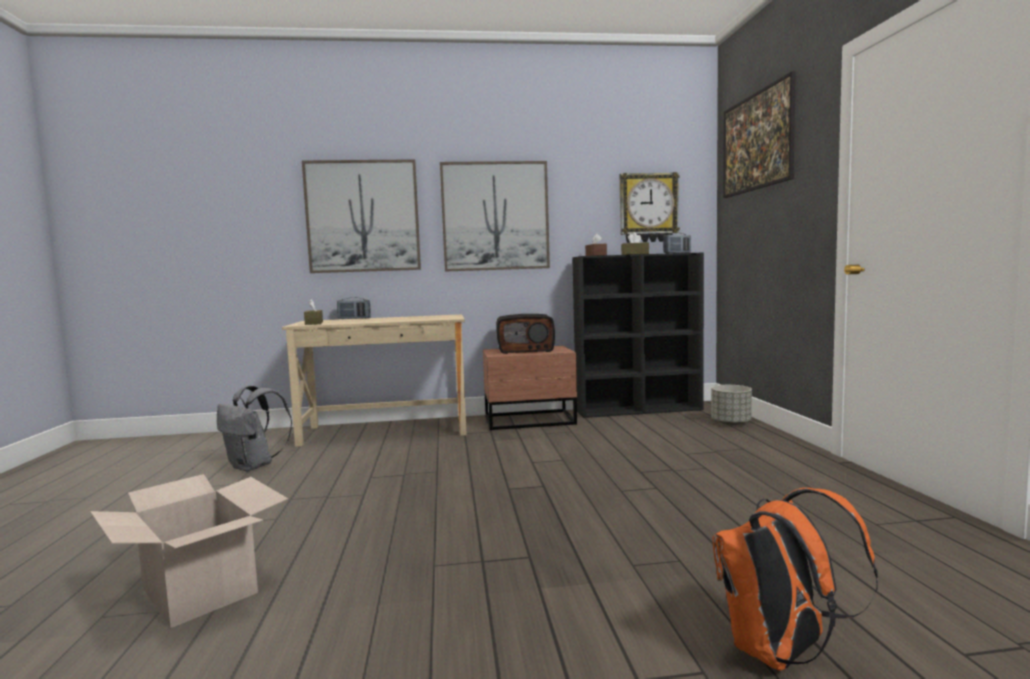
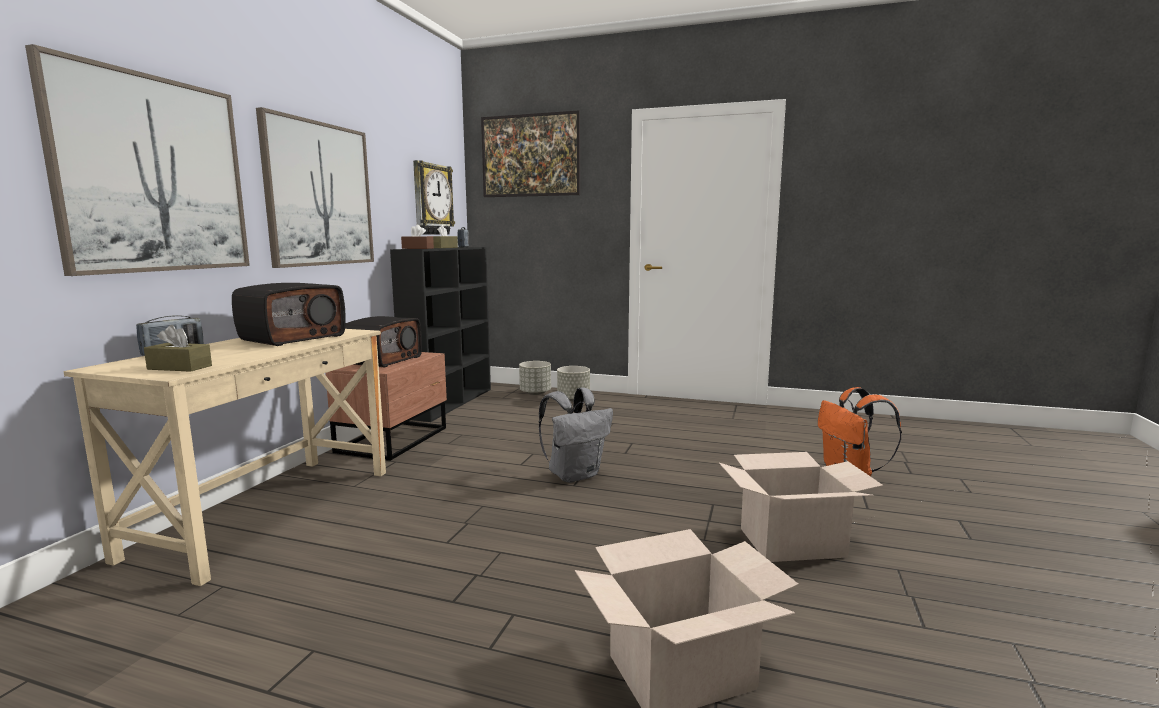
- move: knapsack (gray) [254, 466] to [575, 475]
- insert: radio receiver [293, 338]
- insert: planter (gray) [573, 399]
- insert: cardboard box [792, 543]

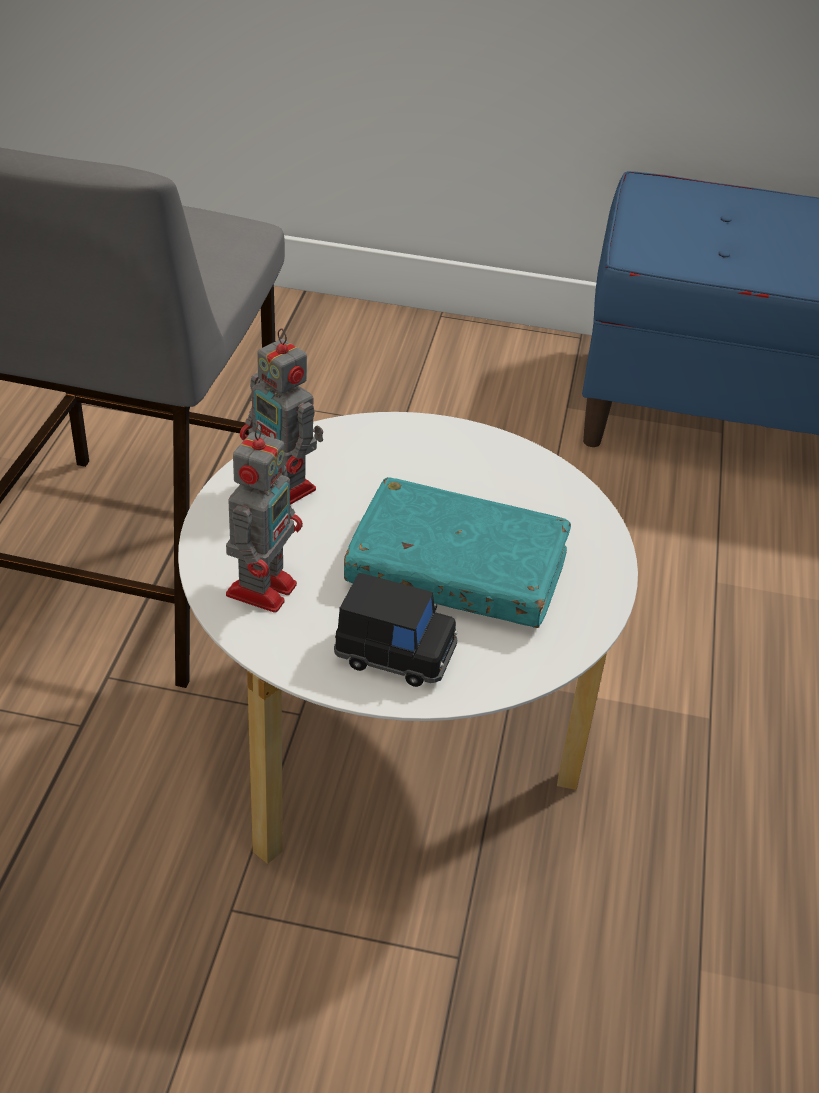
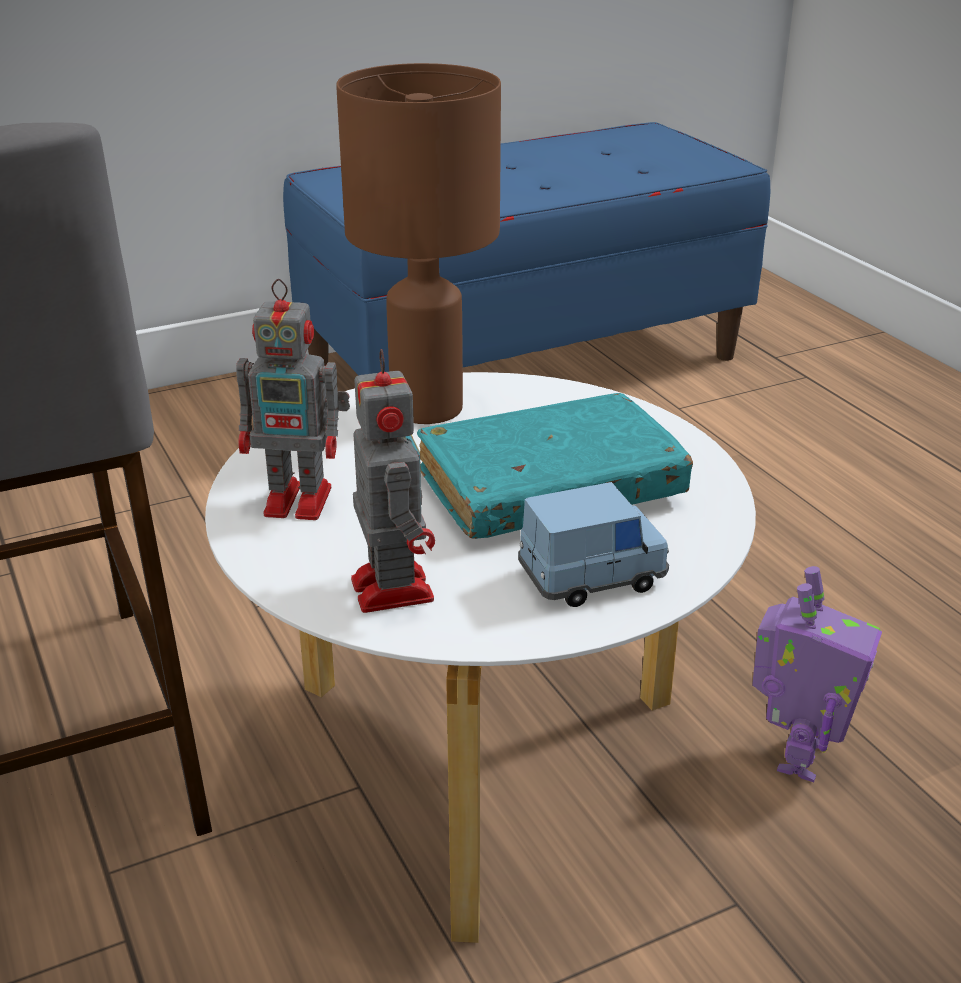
- recolor: model car (black) [395, 655] to model car (blue-coloured) [592, 577]
- insert: lamp for a table (brown-coloured) [427, 407]
- insert: robot figure [797, 757]

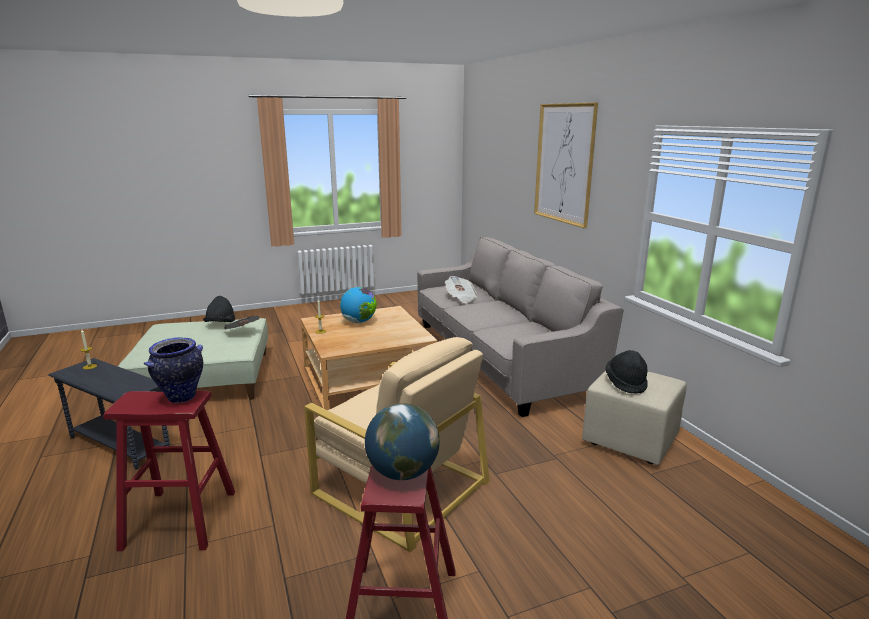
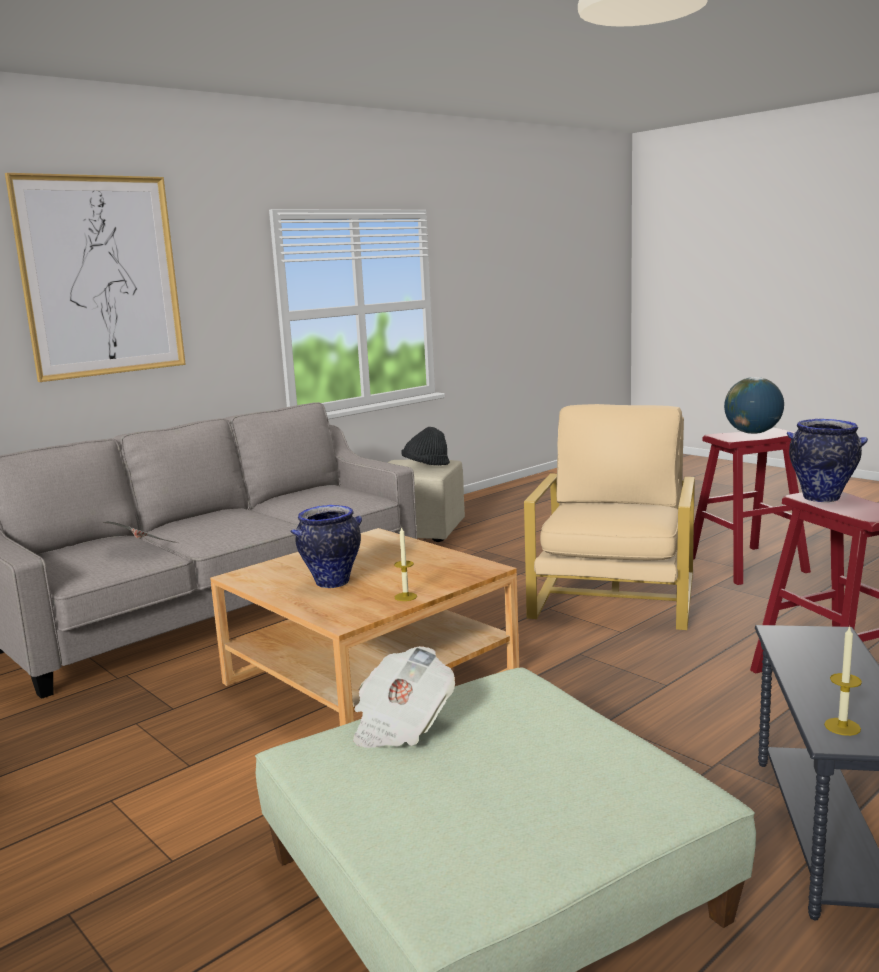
- replace: desk globe [359, 322] to decorative vase [331, 583]
- delete: wearable hat (black) [220, 324]

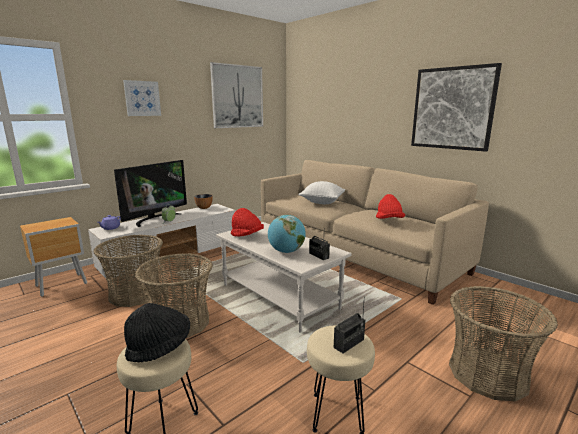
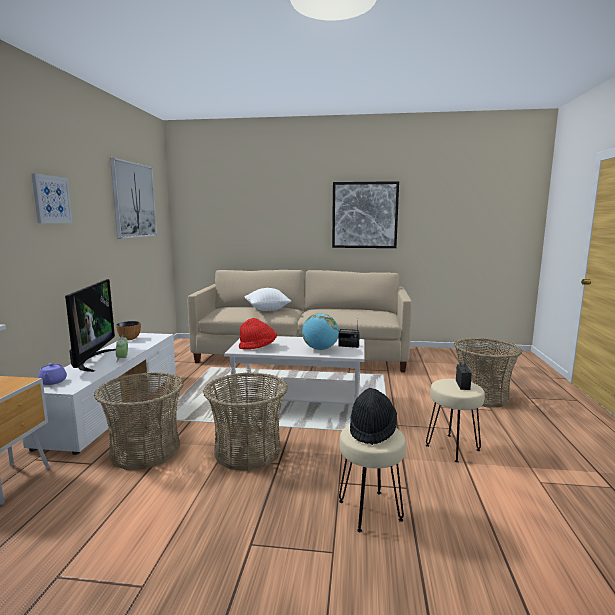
- delete: wearable hat (red) [389, 220]

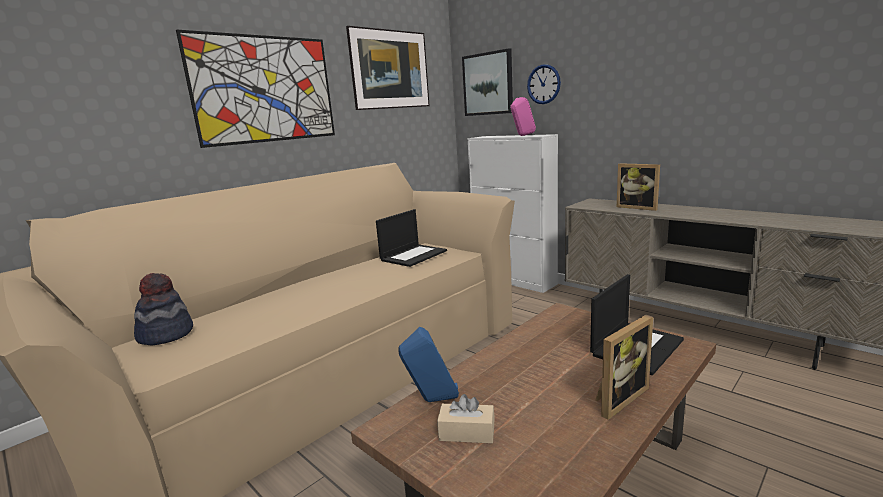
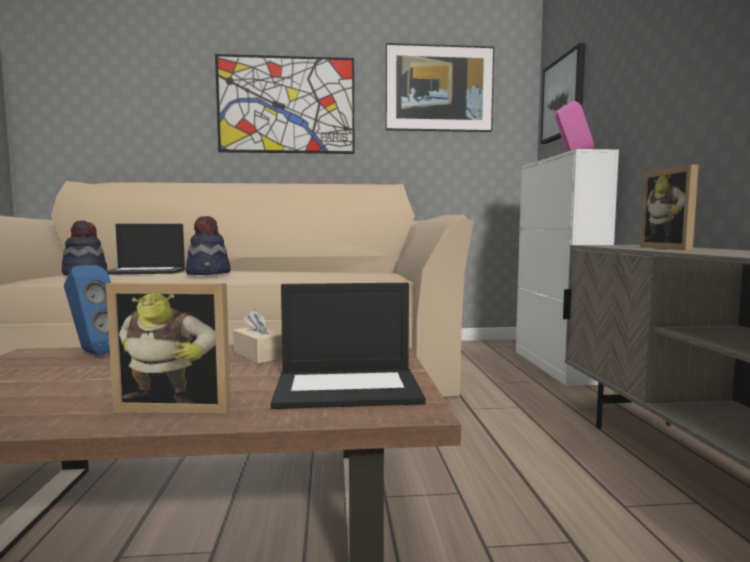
- delete: hanging clock [543, 84]
- move: laptop [413, 255] to [147, 271]
- move: tissue box (beige) [467, 432] to [258, 355]
- insert: wearable hat [209, 273]

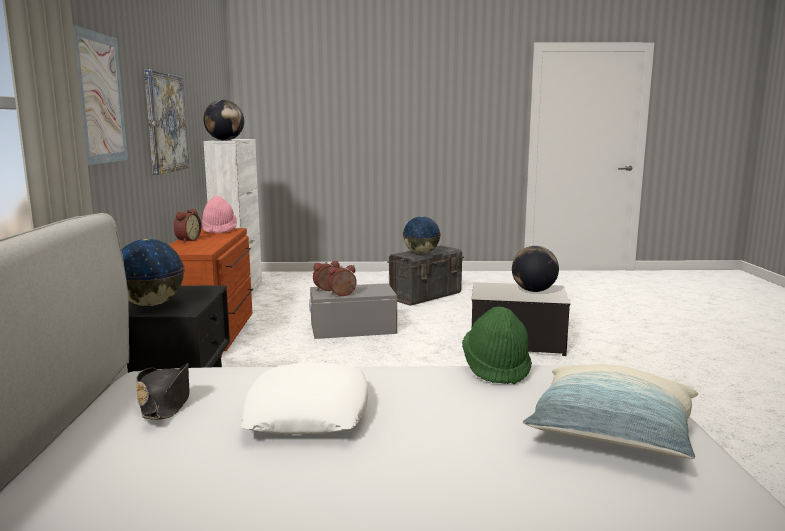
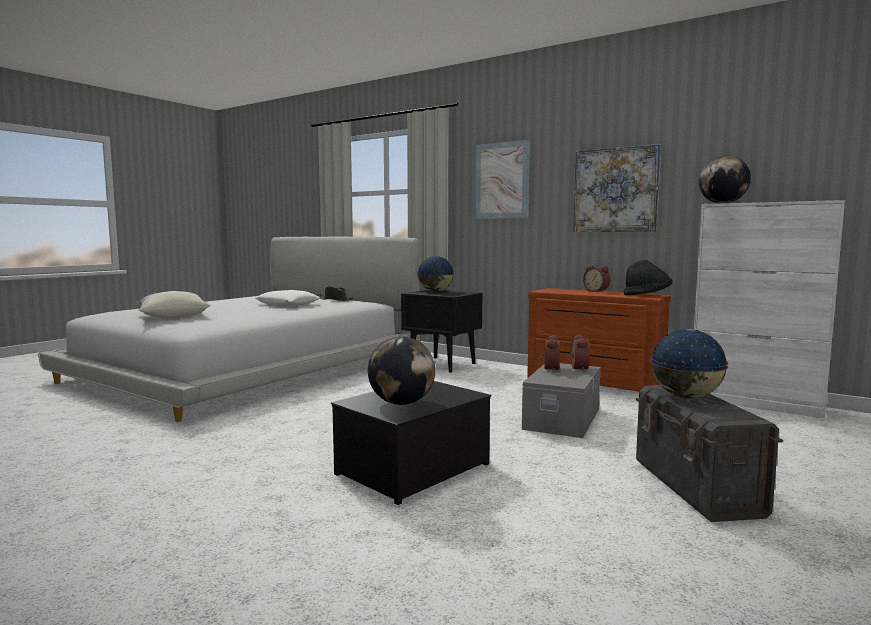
- recolor: wearable hat (pink-coloured) [219, 230] to wearable hat (black) [647, 296]
- delete: wearable hat (green-coloured) [496, 368]

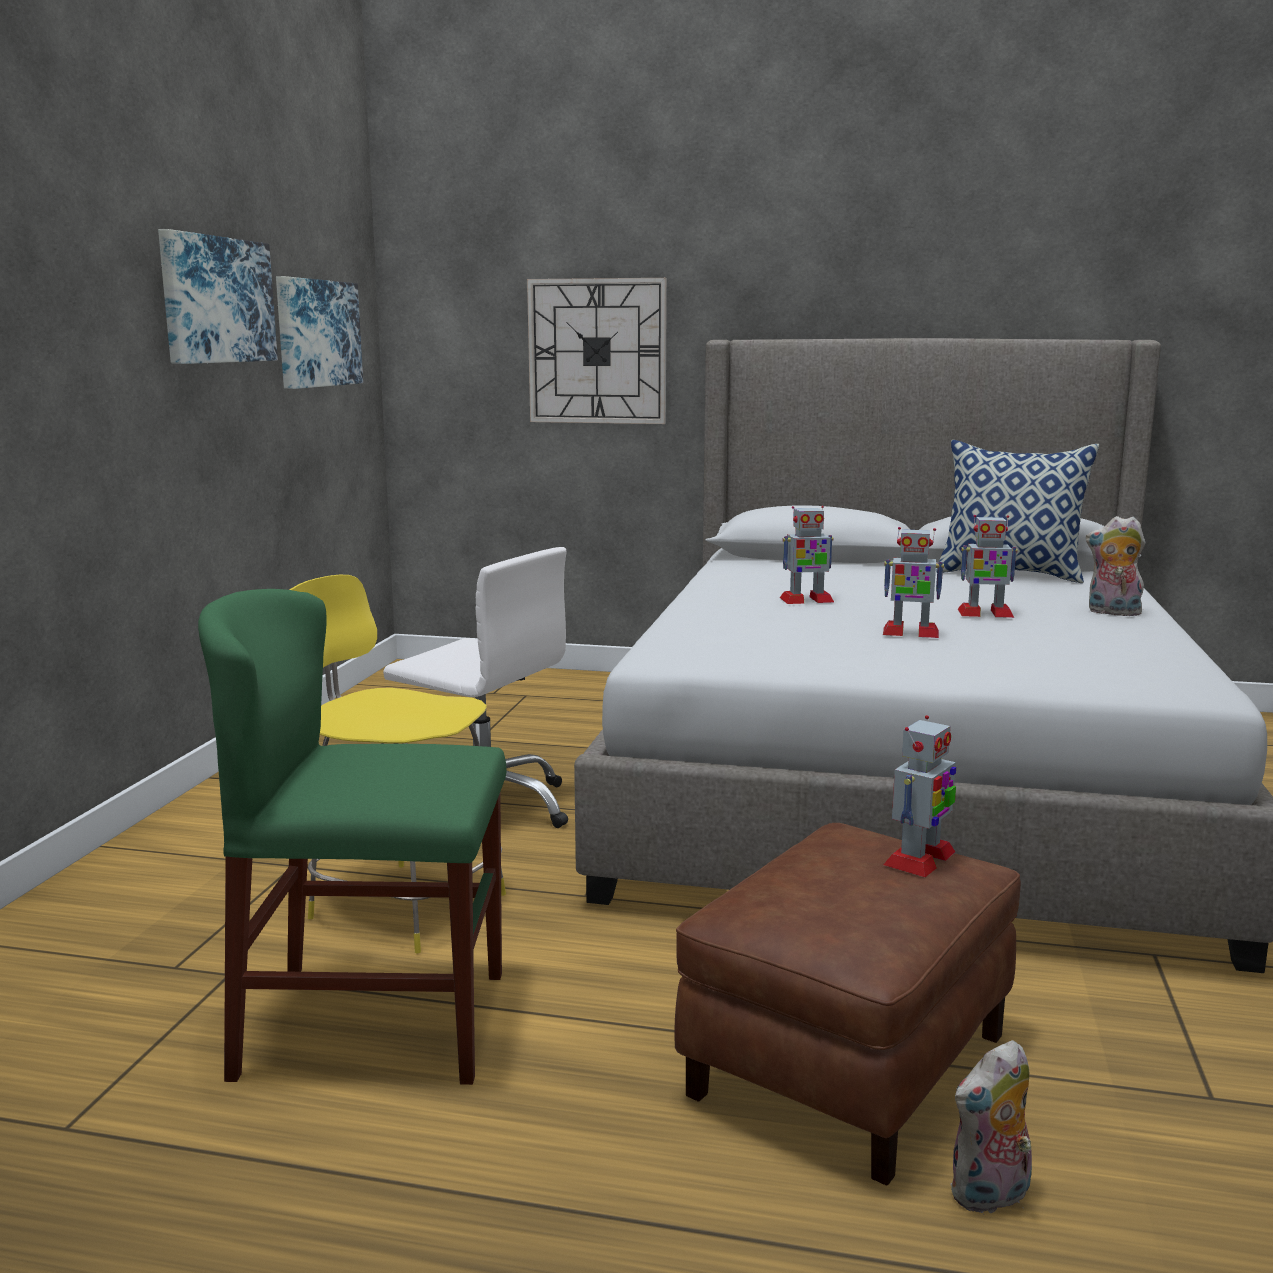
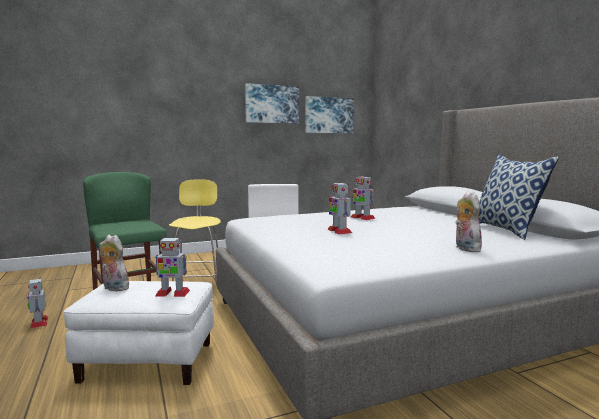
- delete: hanging clock [597, 351]
- move: robot figure [984, 613] to [39, 322]
- recolor: footrest (brown-coloured) [848, 1063] to footrest (white) [149, 361]
- move: plush toy [990, 1196] to [113, 288]

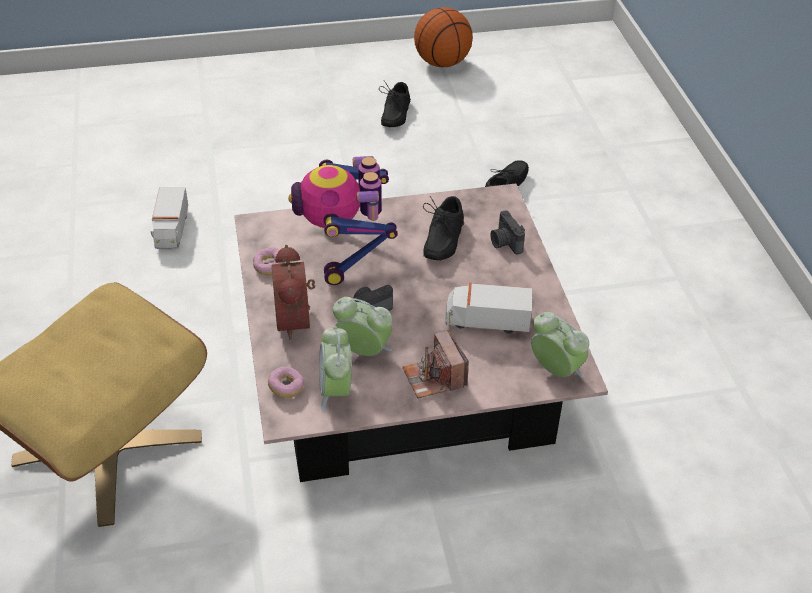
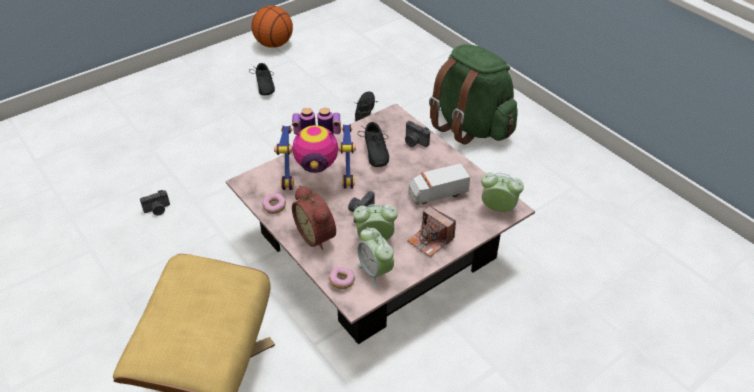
- rotate: robot figure [345, 251] = [319, 180] 60 degrees counterclockwise
- replace: toy lorry [171, 230] to photo camera [157, 210]
- insert: knapsack (green-coloured) [470, 127]

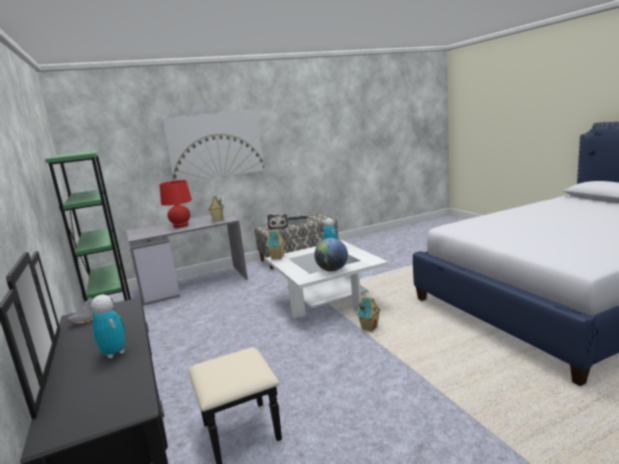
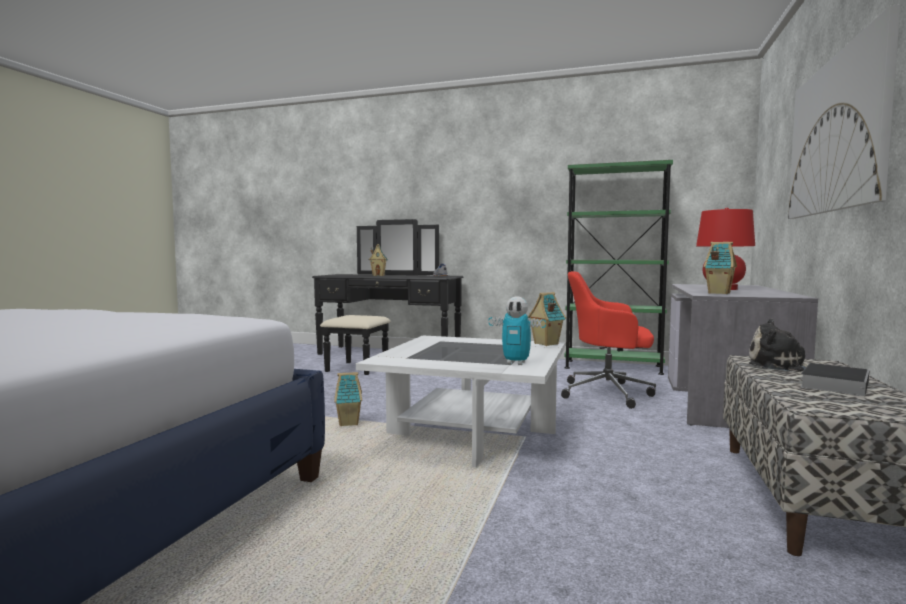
- delete: desk globe [332, 270]
- replace: robot figure [114, 353] to model house [378, 275]
- insert: computer chair (red) [609, 393]

